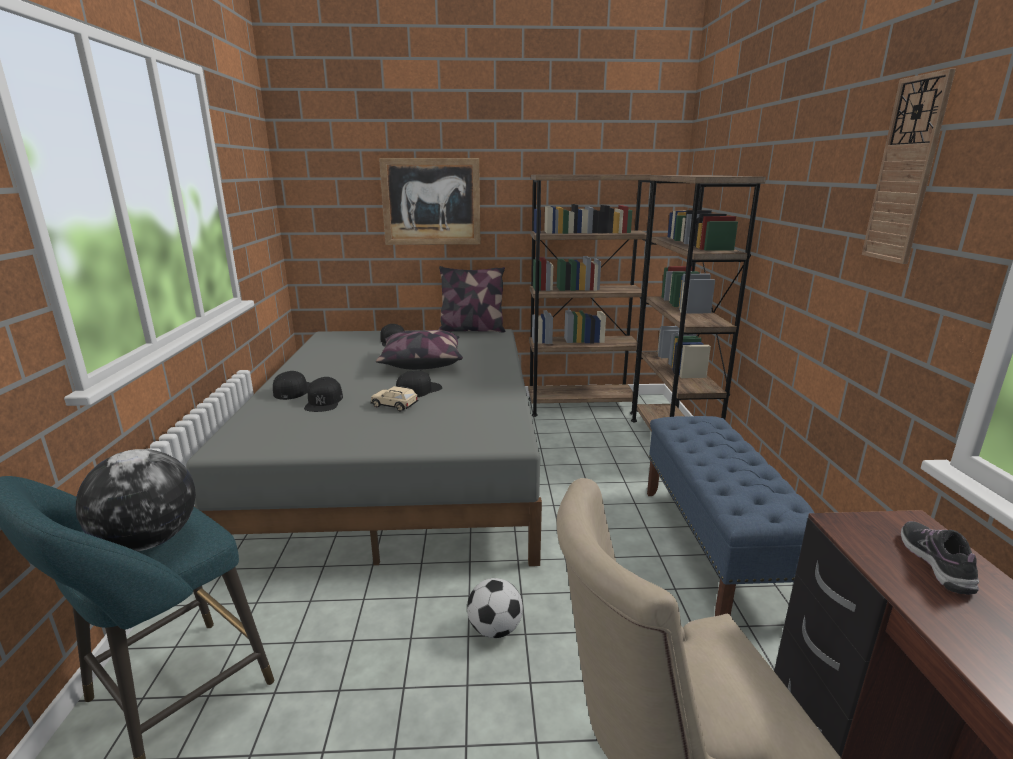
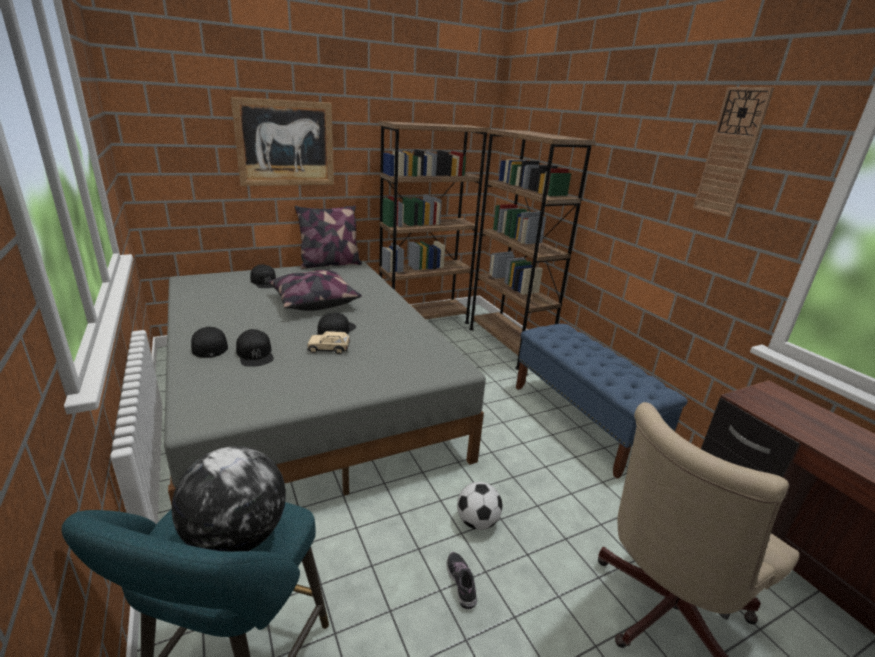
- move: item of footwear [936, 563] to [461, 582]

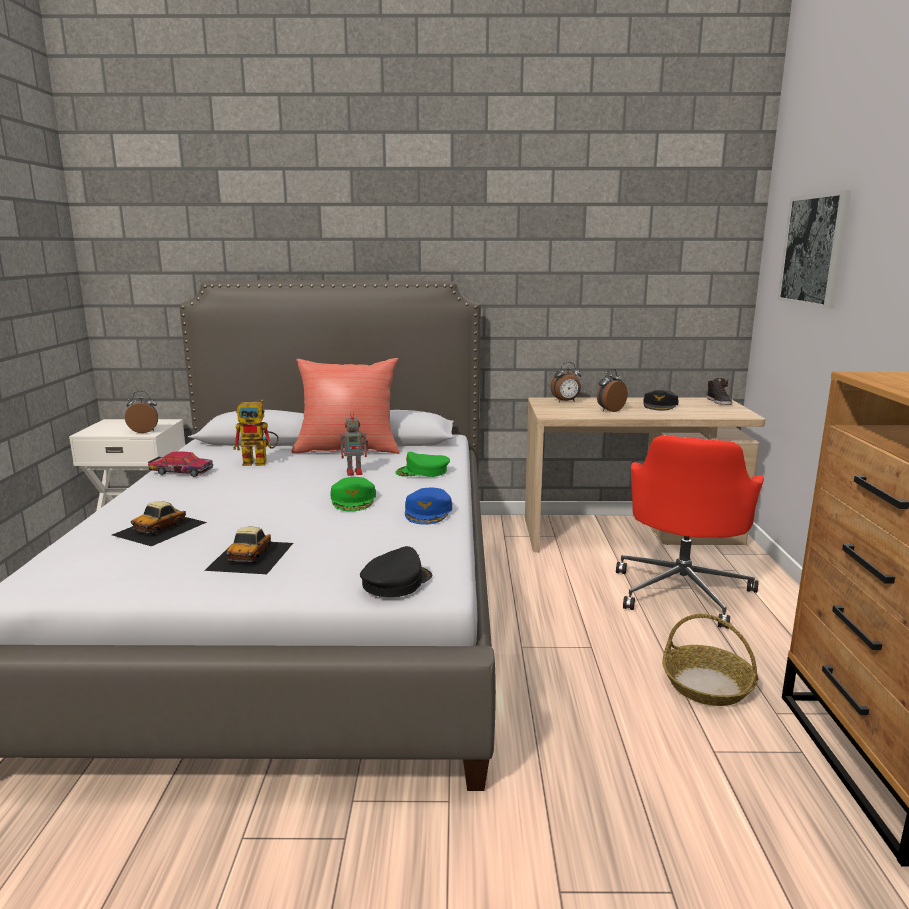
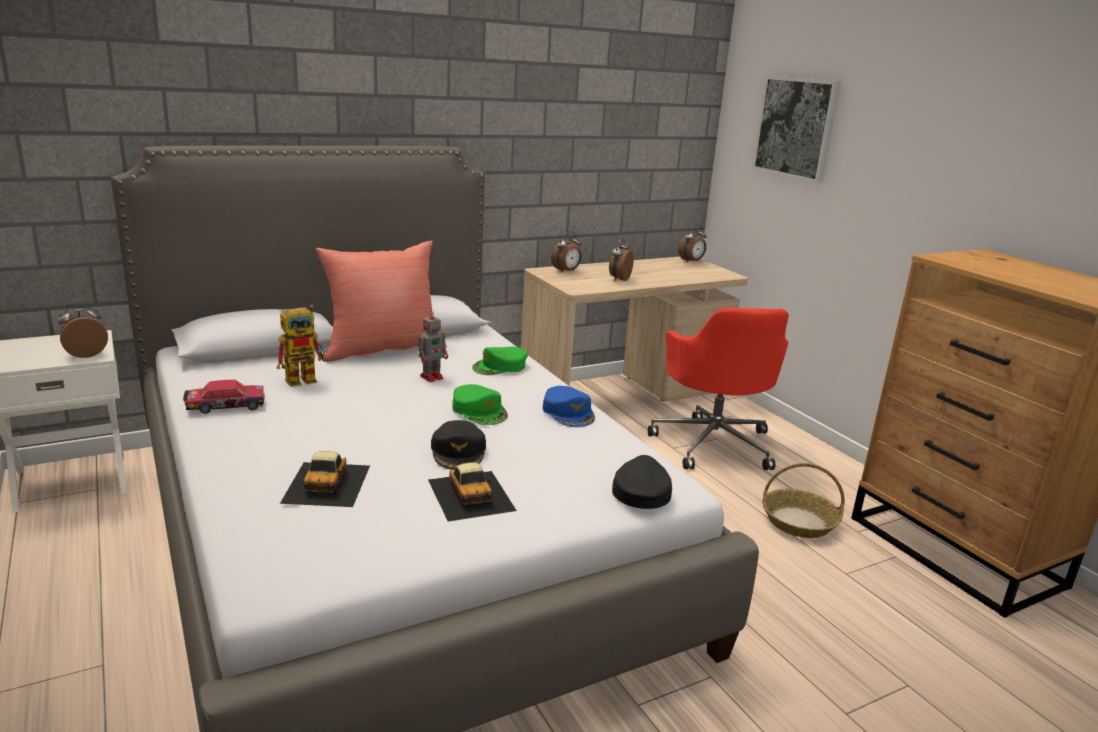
- replace: item of footwear (black) [719, 402] to bedside clock [691, 261]
- move: baseball cap (black) [660, 405] to [459, 452]

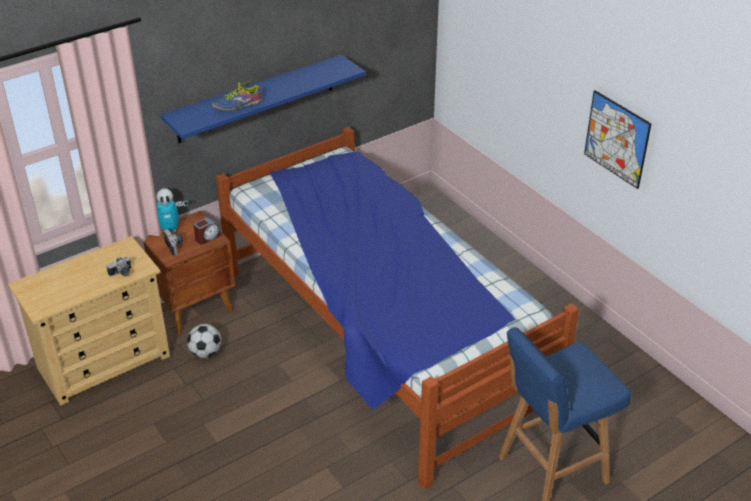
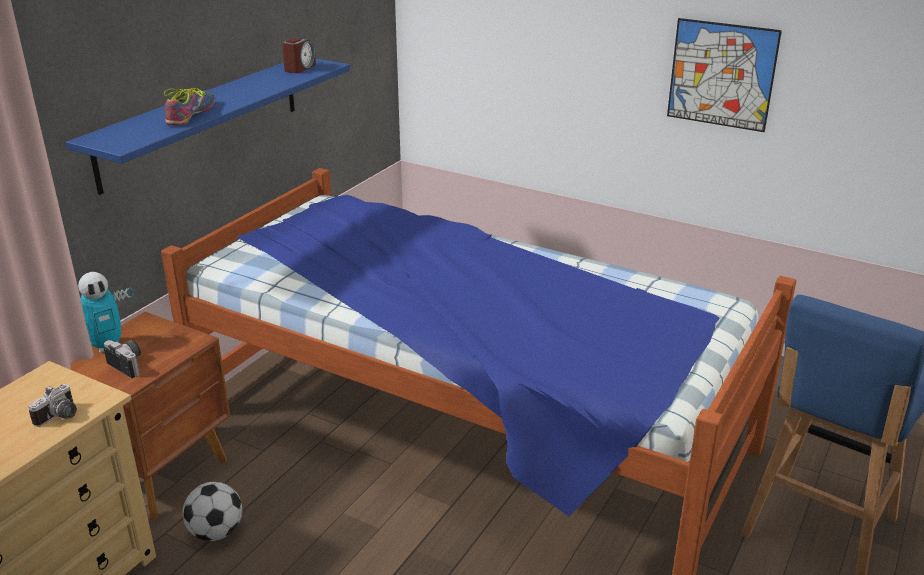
- rotate: item of footwear [238, 104] = [190, 114] 150 degrees clockwise
- move: bedside clock [207, 237] to [299, 68]

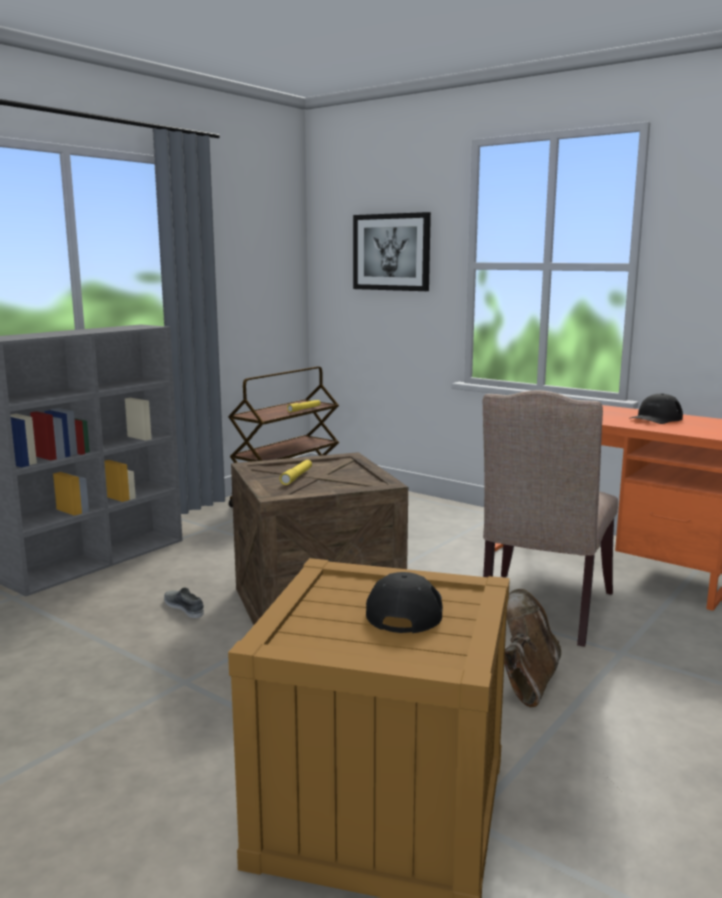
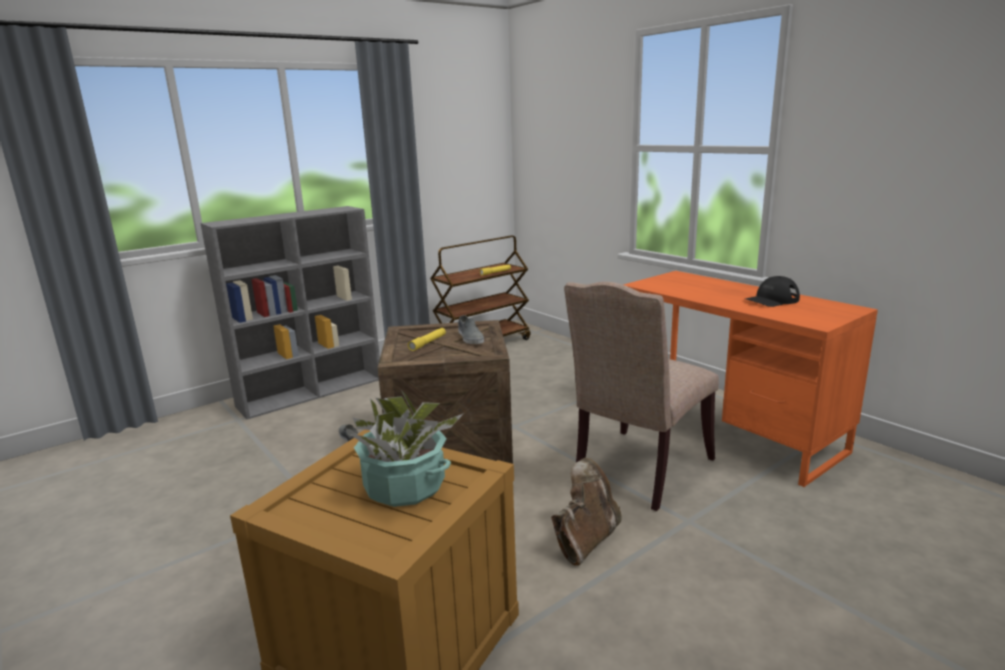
- delete: wall picture [391, 252]
- replace: baseball cap (black) [406, 609] to plant in a pot [404, 487]
- insert: item of footwear (gray) [470, 337]

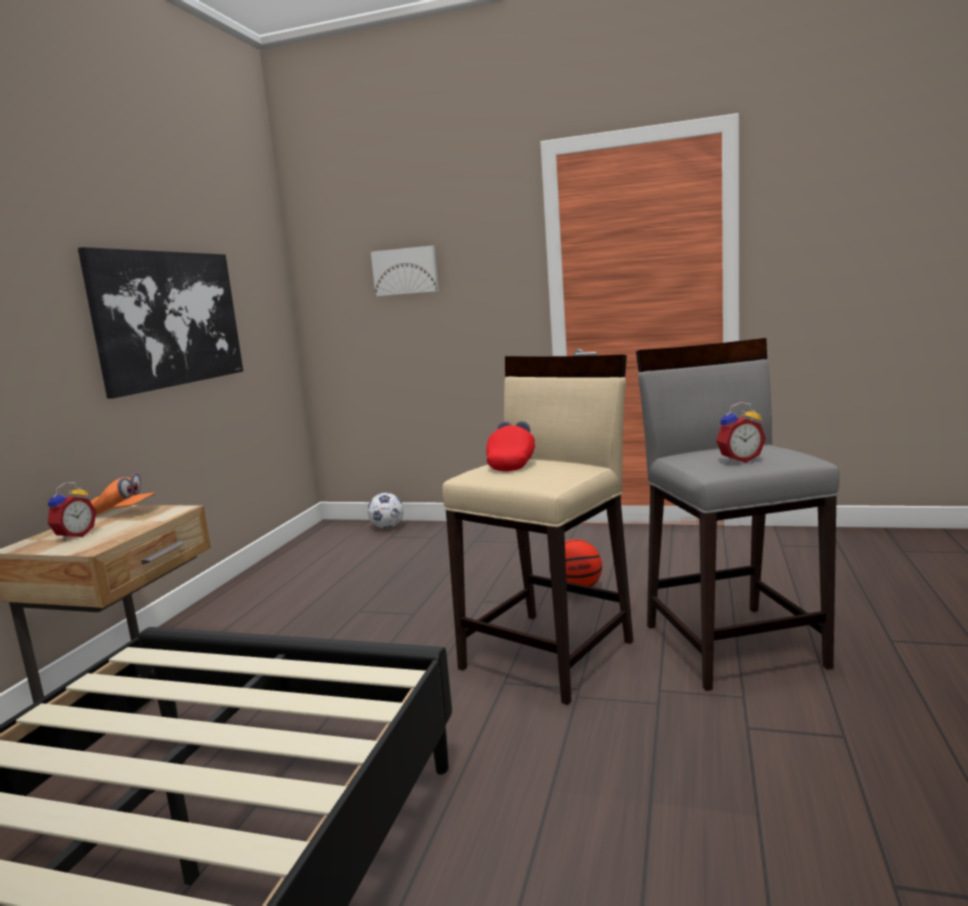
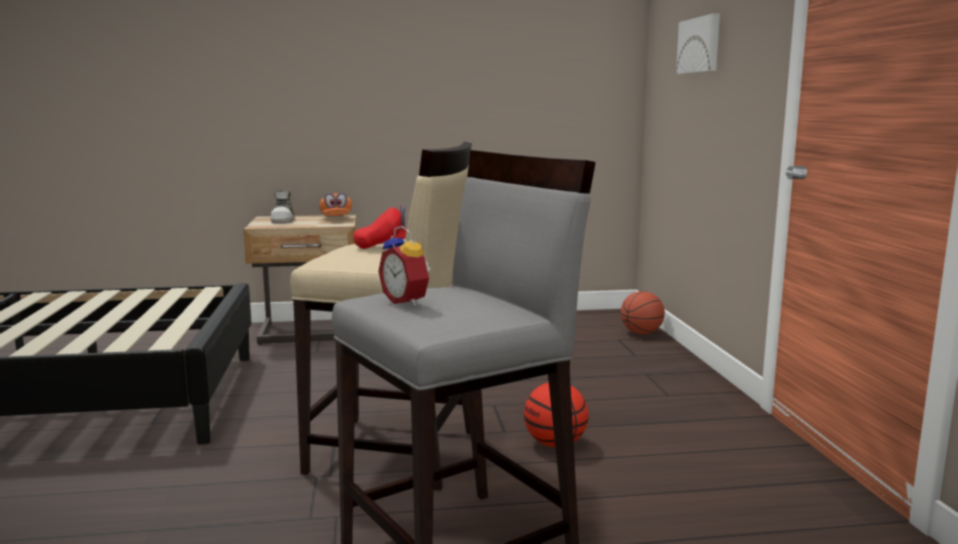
- delete: wall picture [169, 318]
- replace: bedside clock [74, 536] to item of footwear [284, 220]
- replace: ball for football [387, 527] to ball for basketball [641, 333]

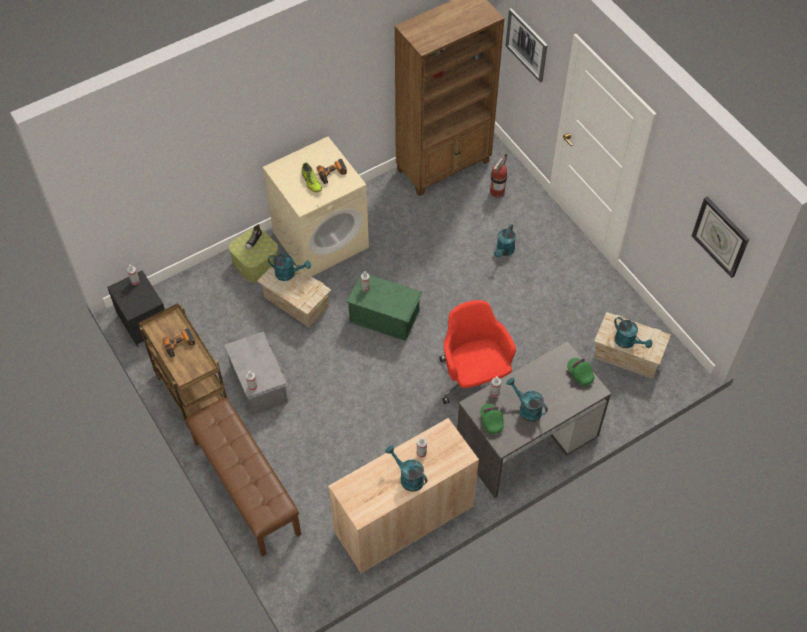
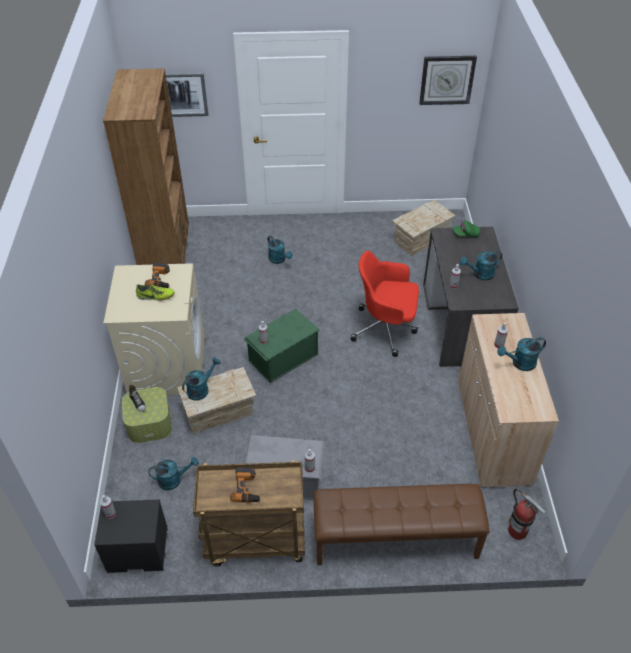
- move: extinguisher [497, 192] to [517, 531]
- move: watering can (turquoise-coloured) [628, 342] to [174, 480]
- delete: baseball cap (green-coloured) [491, 421]

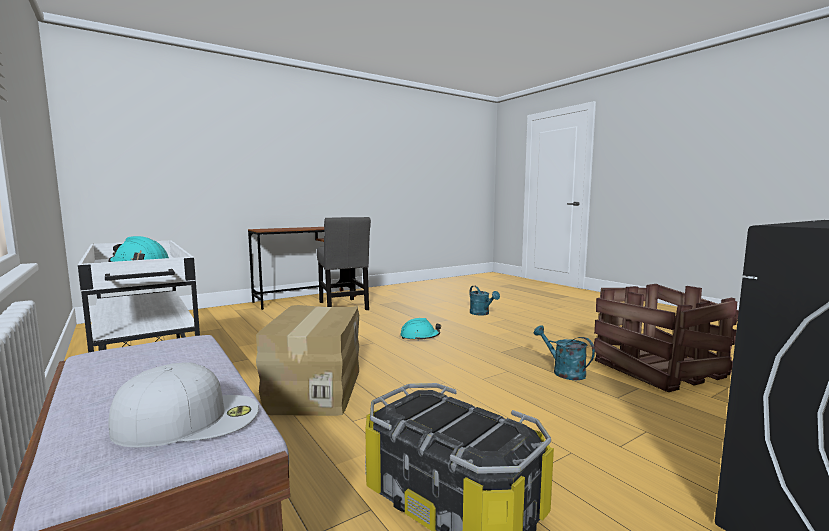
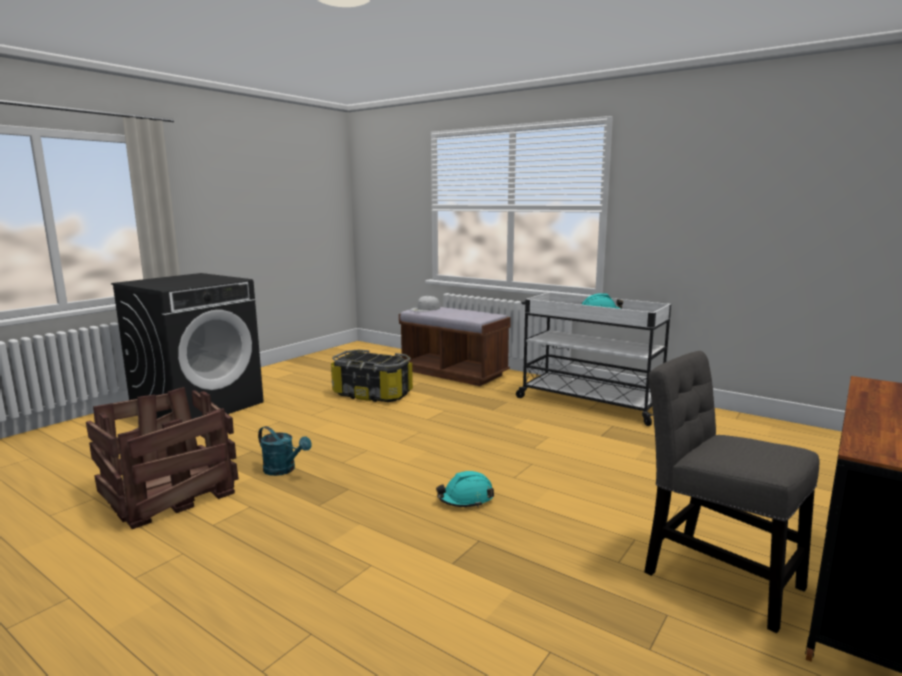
- delete: watering can (turquoise-coloured) [482, 313]
- delete: cardboard box [314, 389]

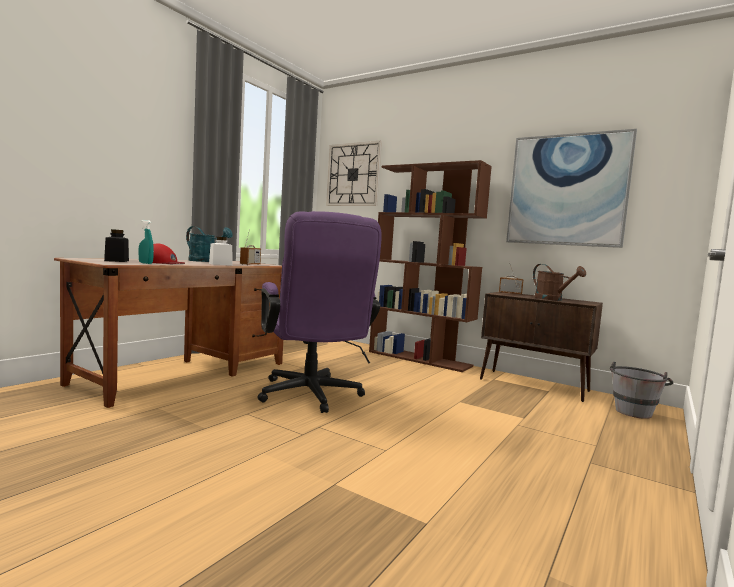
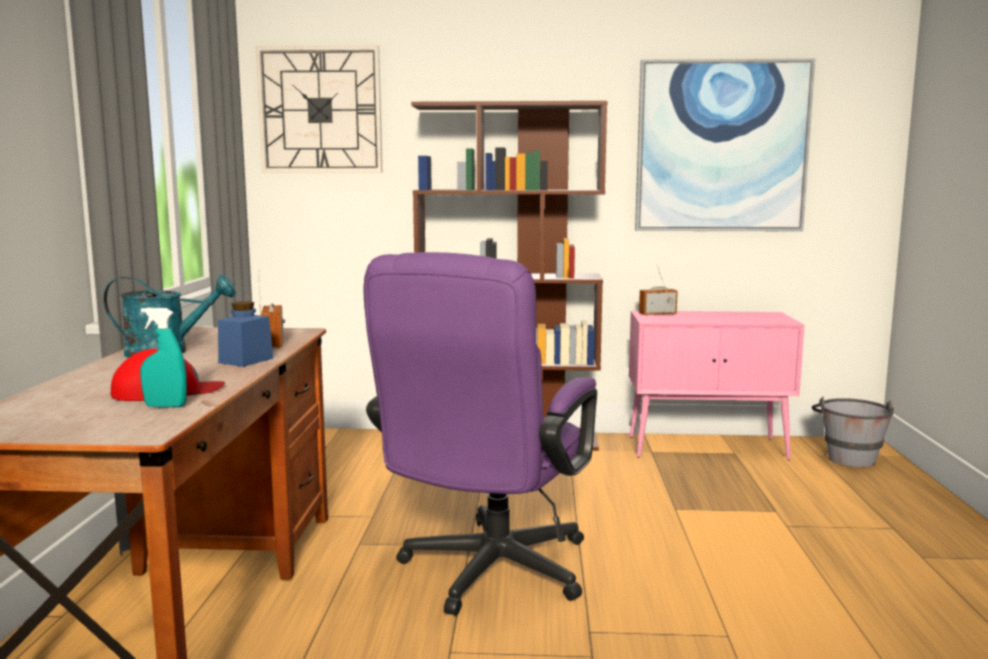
- rotate: computer chair (purplish) [312, 397] = [487, 575] 75 degrees clockwise
- delete: jar (black) [116, 261]
- recolor: jar (white) [220, 264] to jar (blue-coloured) [246, 360]
- delete: watering can (brown-coloured) [552, 299]
- recolor: storage cabinet (brown-coloured) [535, 385] to storage cabinet (pink-coloured) [708, 448]

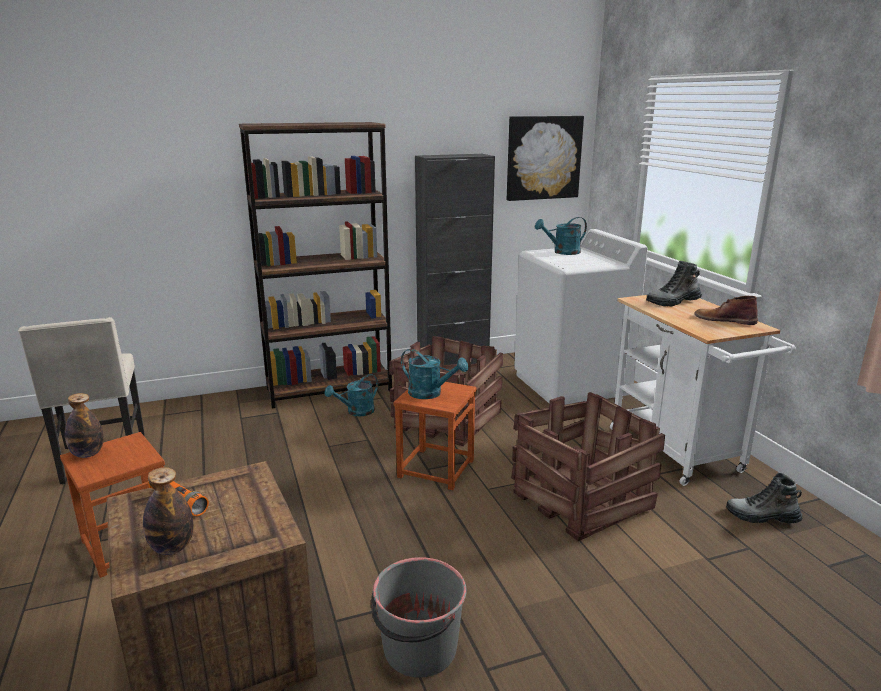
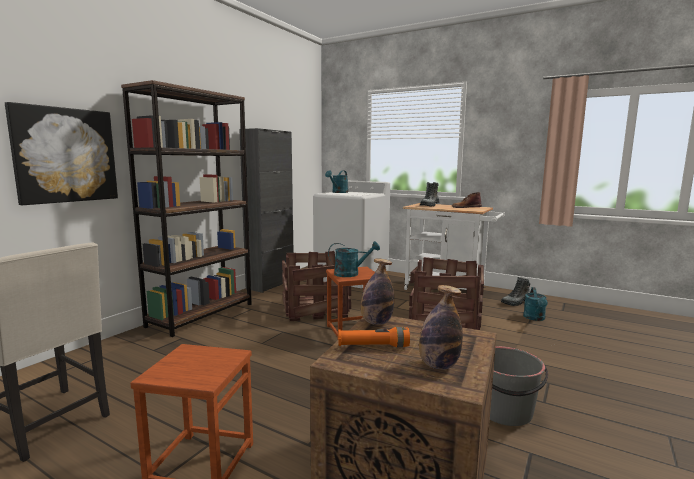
- move: wall picture [543, 158] to [65, 155]
- move: watering can (turquoise-coloured) [356, 412] to [535, 318]
- move: bottle [88, 454] to [376, 322]

